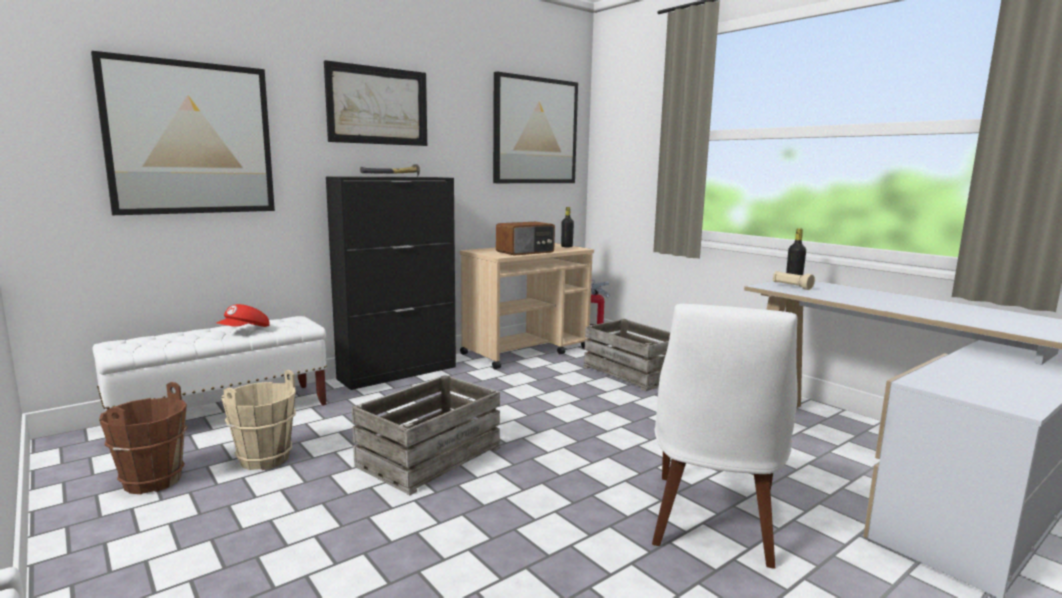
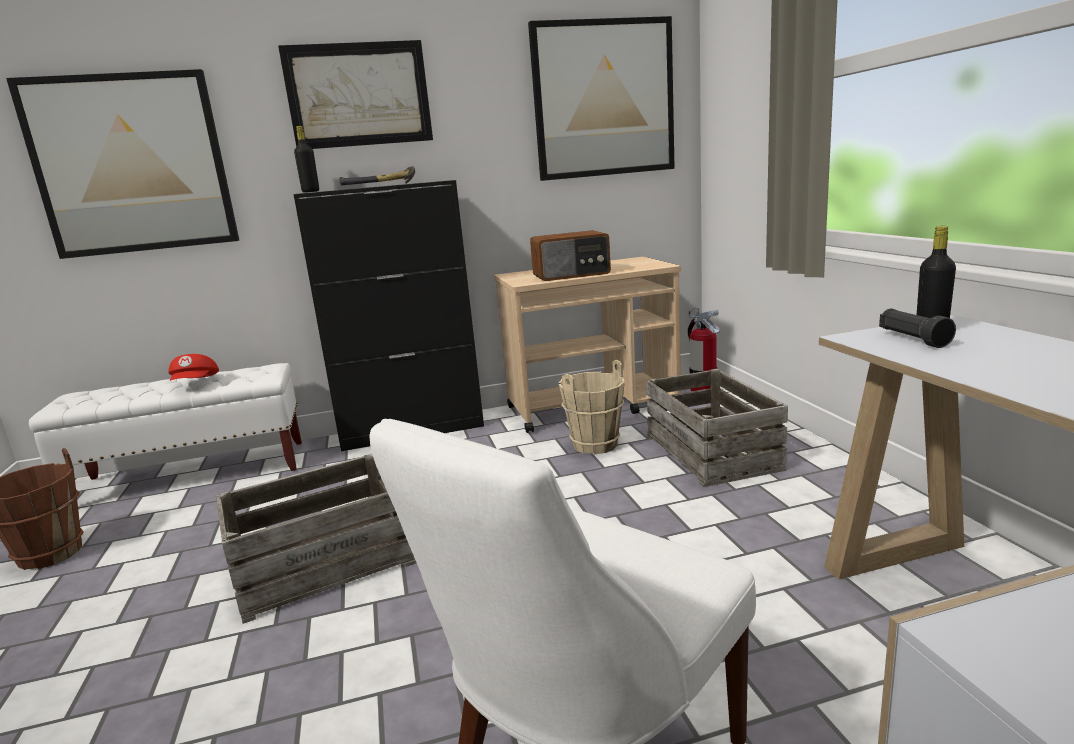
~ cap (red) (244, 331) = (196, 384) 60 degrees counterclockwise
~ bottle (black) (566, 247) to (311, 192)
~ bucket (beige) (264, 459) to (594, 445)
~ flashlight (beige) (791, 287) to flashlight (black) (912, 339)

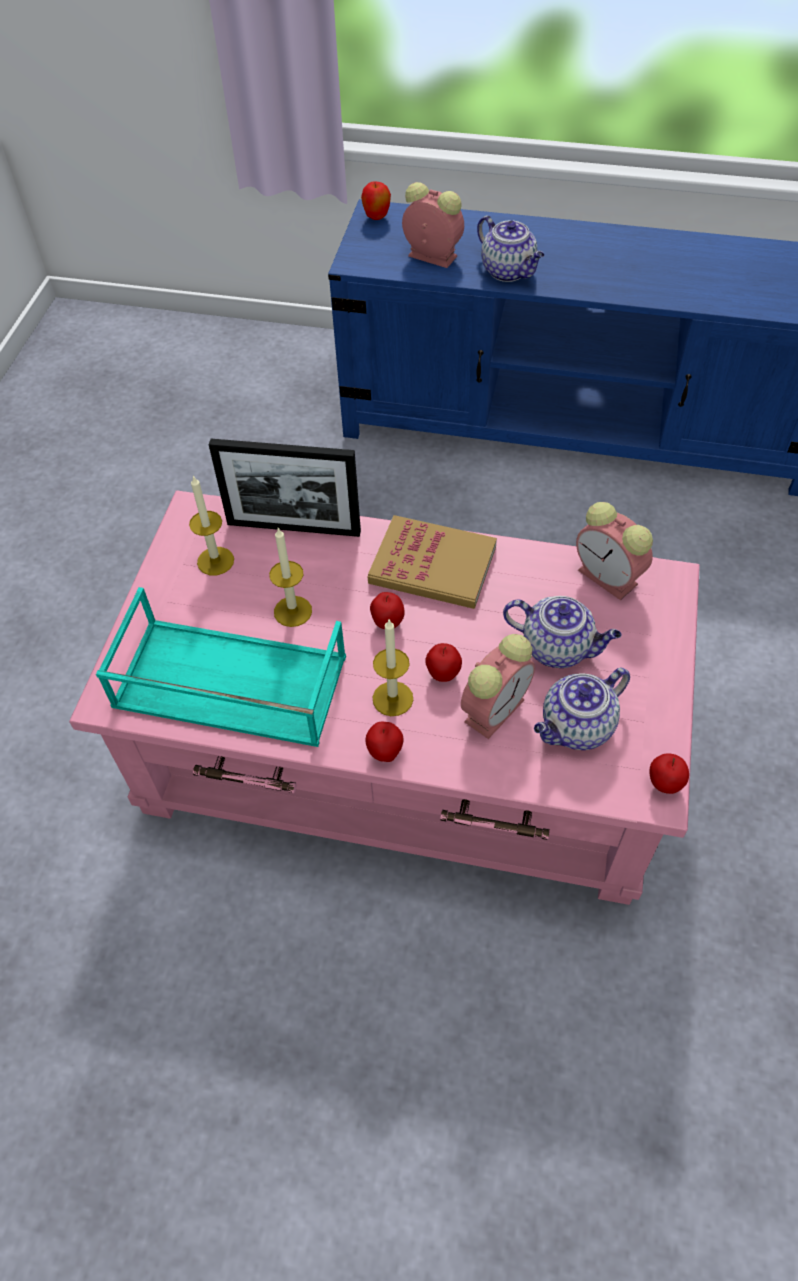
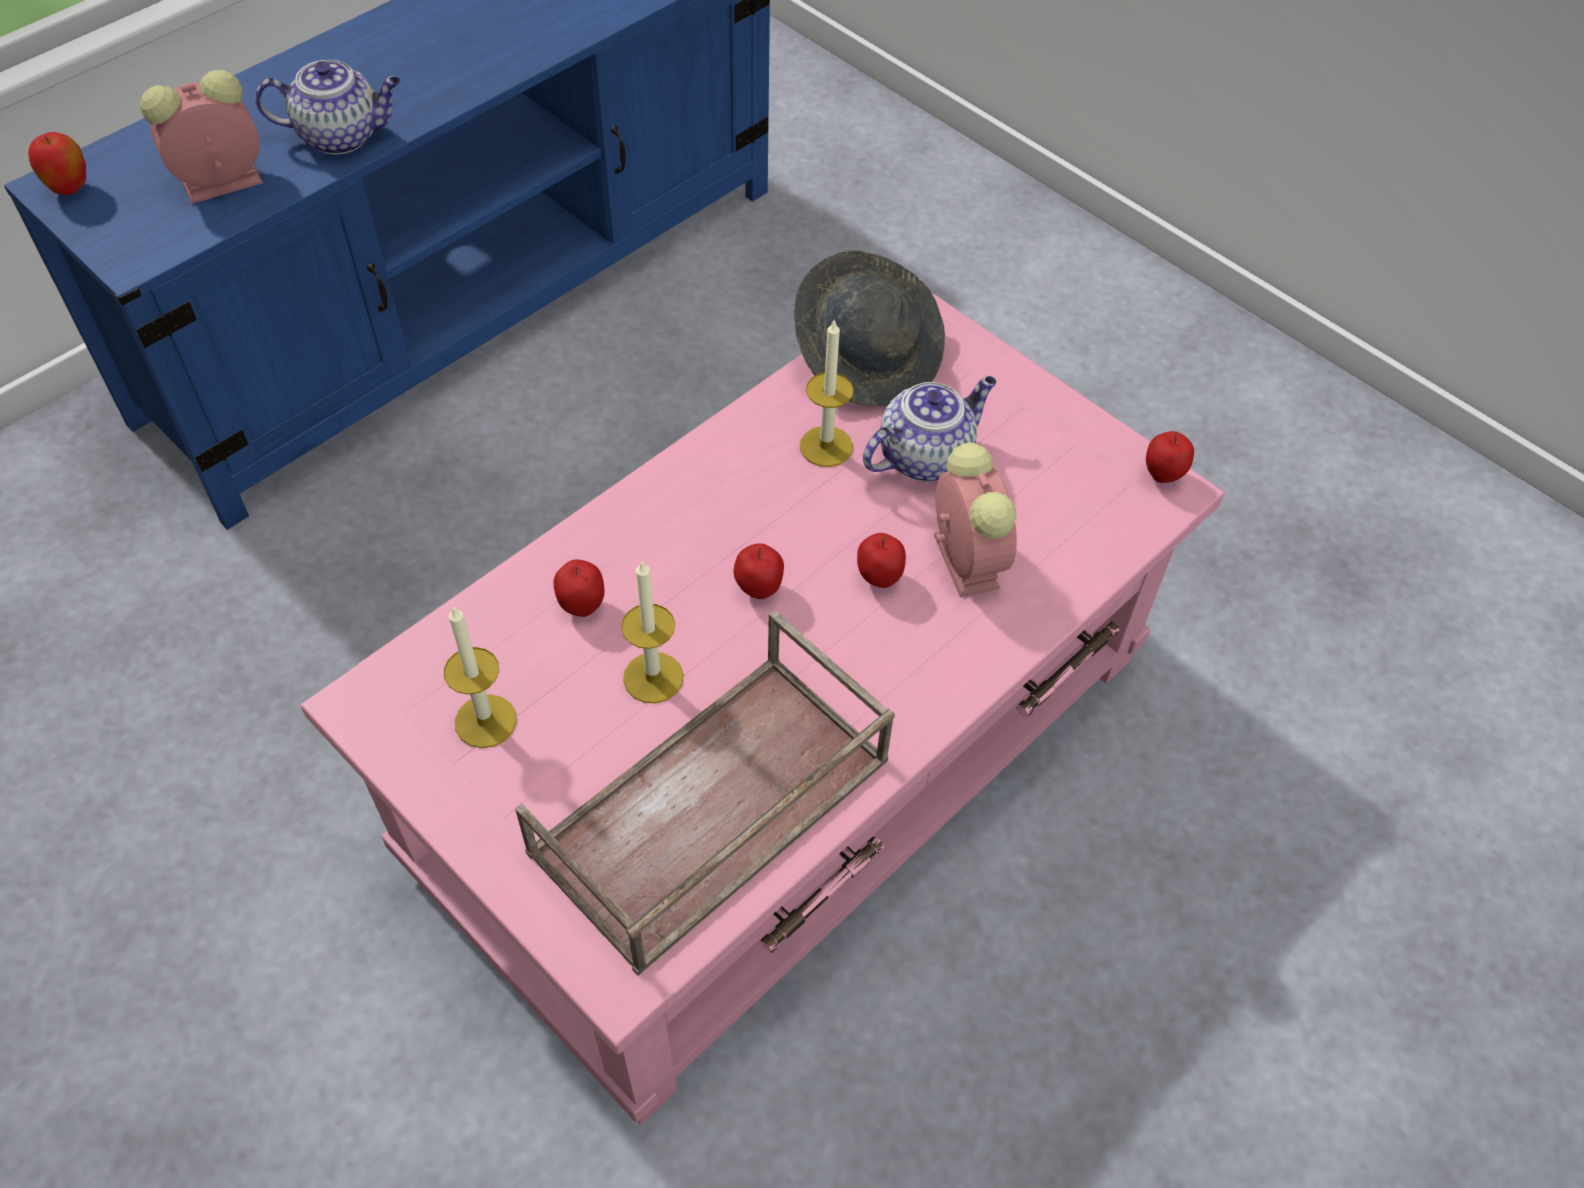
~ tray (turquoise) (227, 683) to tray (brown) (711, 811)
~ apple (385, 753) to (582, 606)
~ alarm clock (610, 578) to hat (grey) (868, 356)
~ candle (392, 698) to (826, 446)
- picture frame (293, 528)
- book (432, 565)
- teapot (576, 728)

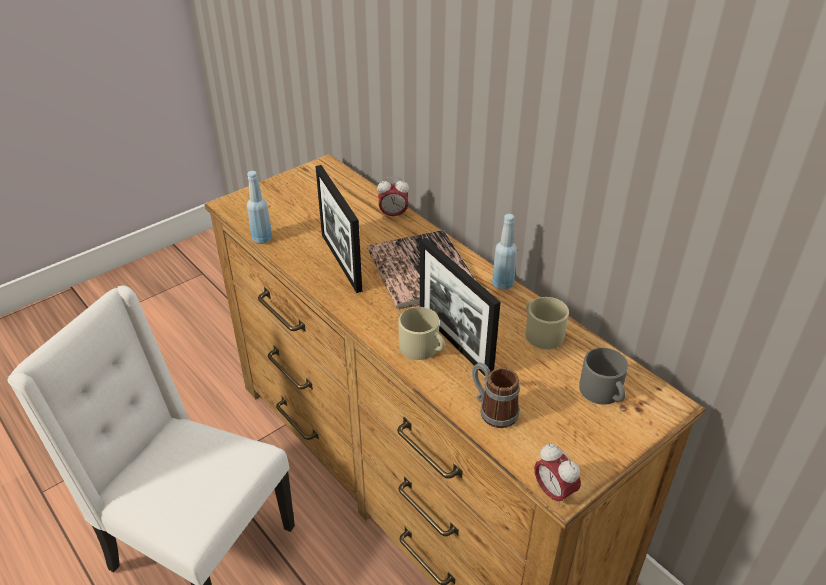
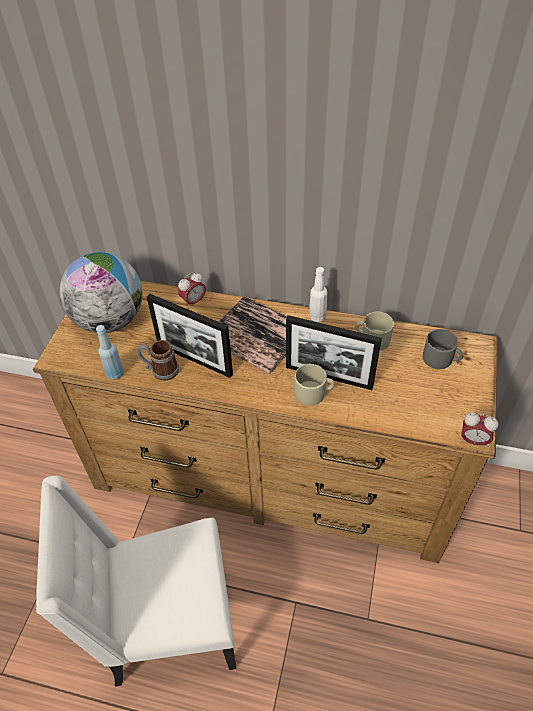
+ globe (110, 320)
~ mug (492, 409) to (160, 370)
~ bottle (blue) (502, 284) to bottle (white) (317, 316)

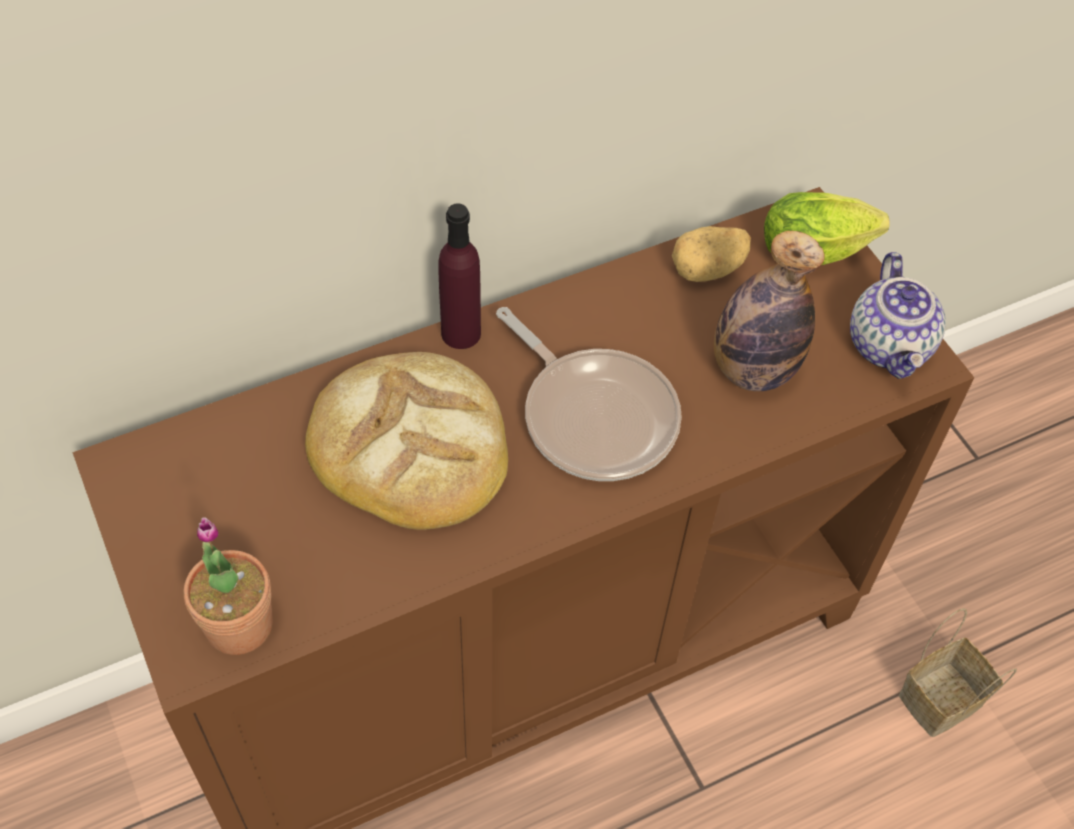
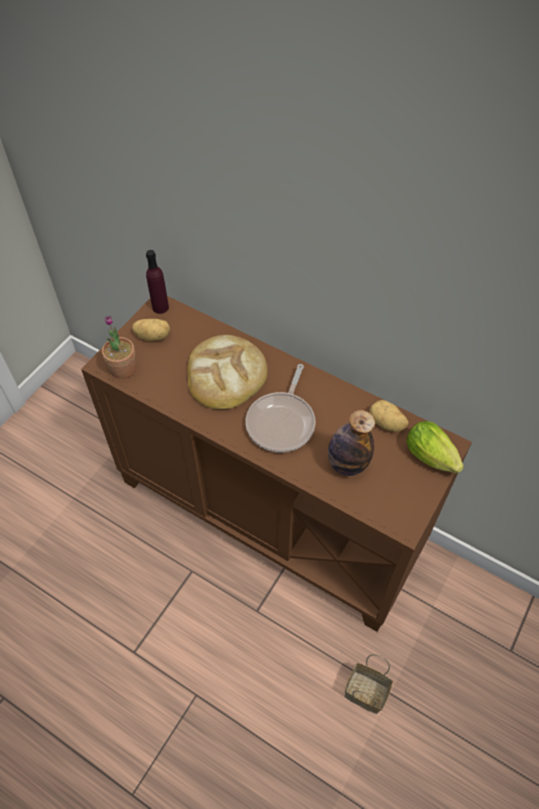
+ potato (153, 336)
~ bottle (purple) (461, 333) to (160, 307)
- teapot (890, 346)

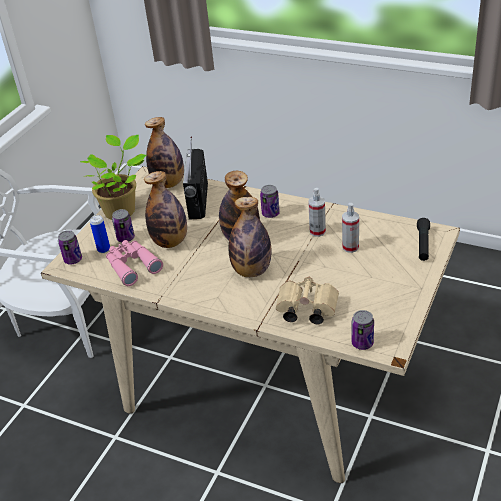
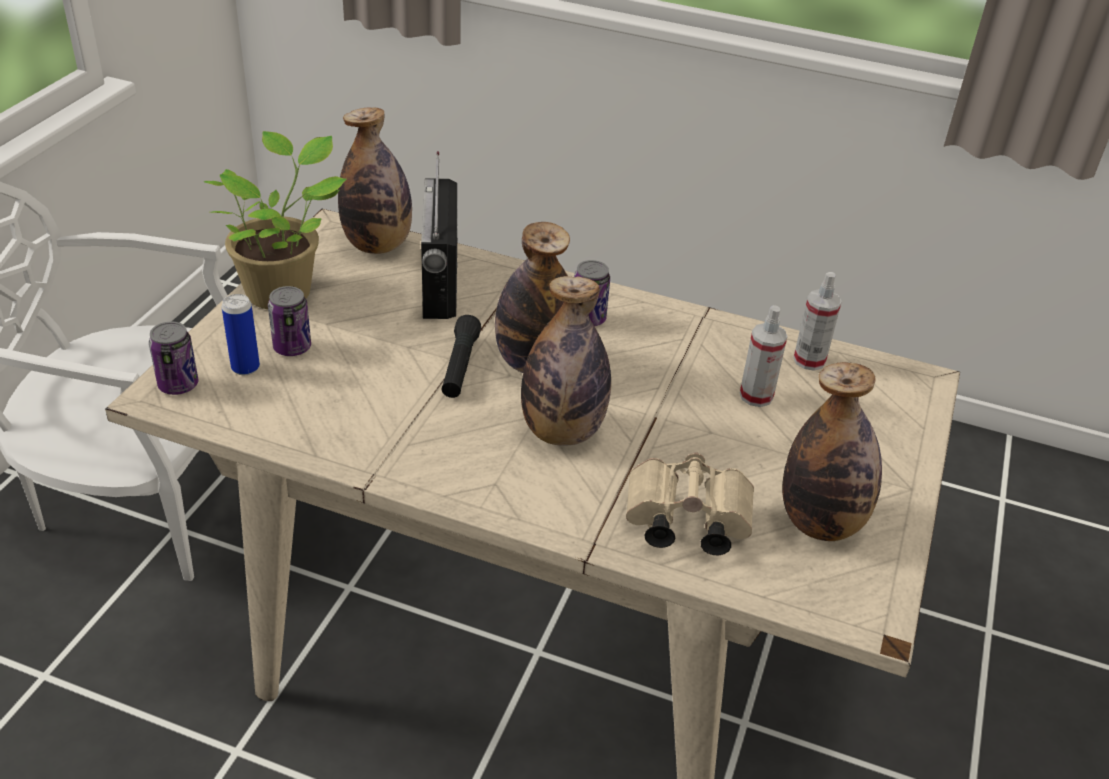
~ flashlight (black) (423, 244) to (460, 366)
~ bottle (170, 242) to (820, 523)
~ spray bottle (317, 231) to (809, 360)
- binoculars (pink) (132, 265)
- can (362, 343)

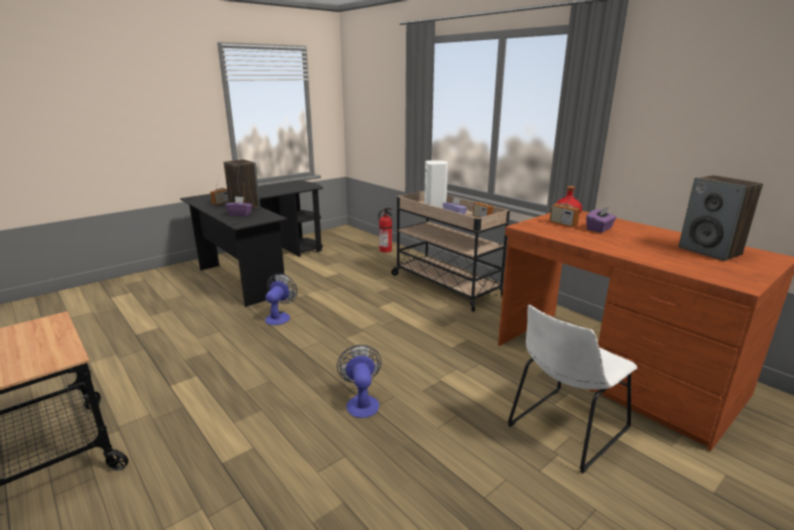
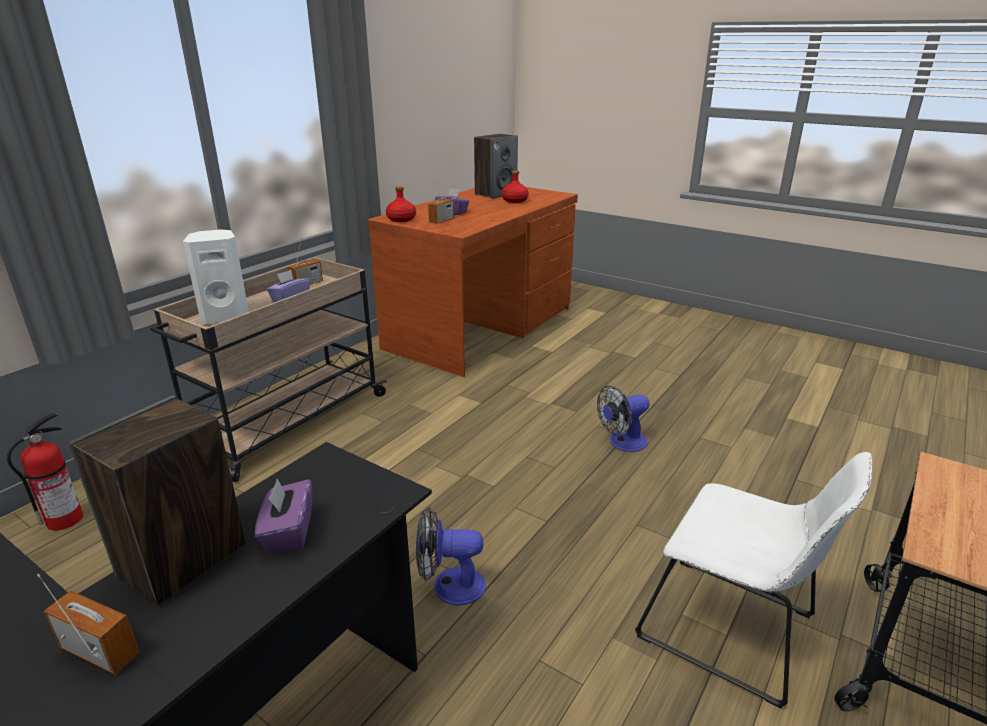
+ bottle (red) (514, 201)
~ chair (white) (565, 429) to (733, 630)

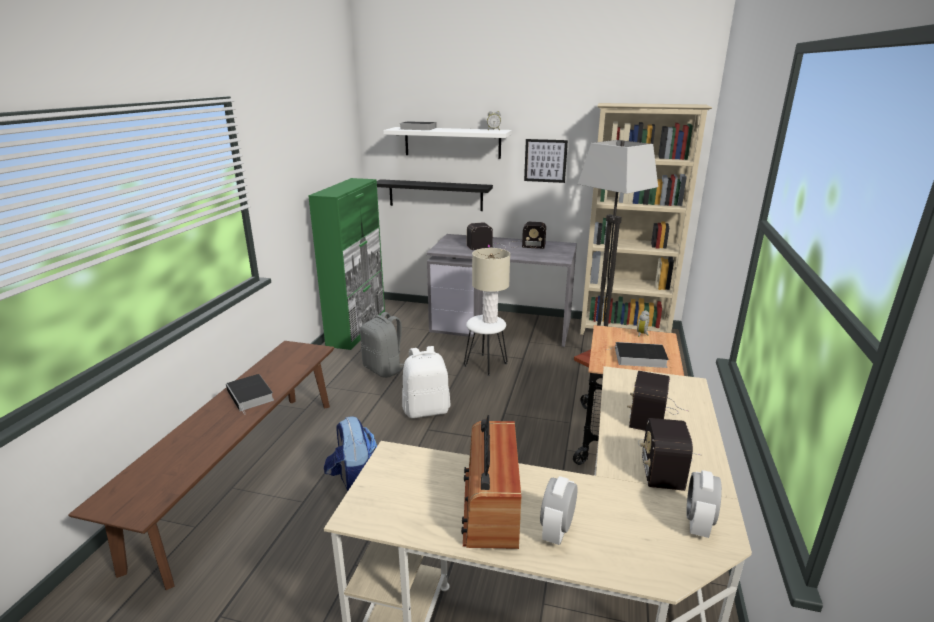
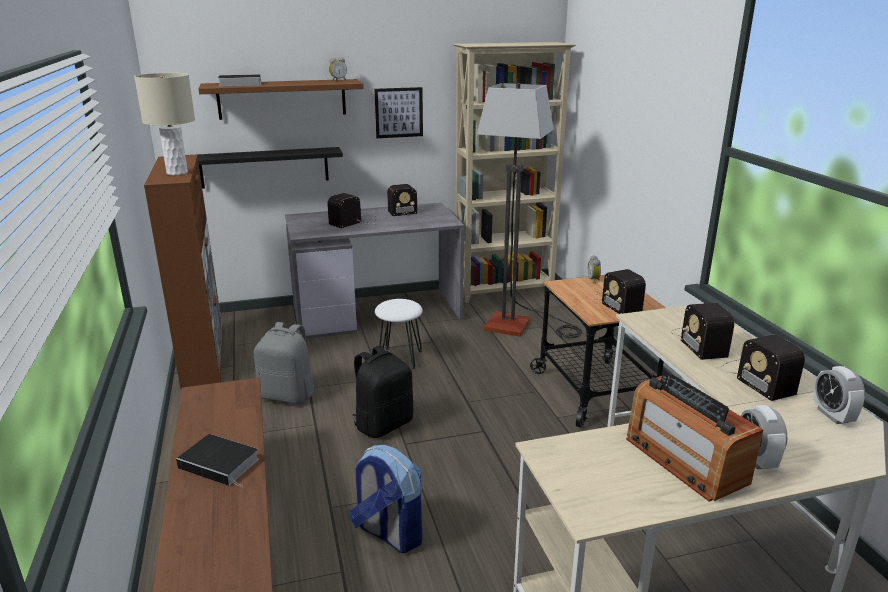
~ table lamp (beige) (490, 320) to (177, 173)
~ cabinet (green) (357, 329) to cabinet (brown) (204, 358)
~ shelf (white) (452, 142) to shelf (brown) (282, 99)
~ backpack (white) (426, 410) to backpack (black) (383, 424)
~ book (638, 358) to radio (616, 302)

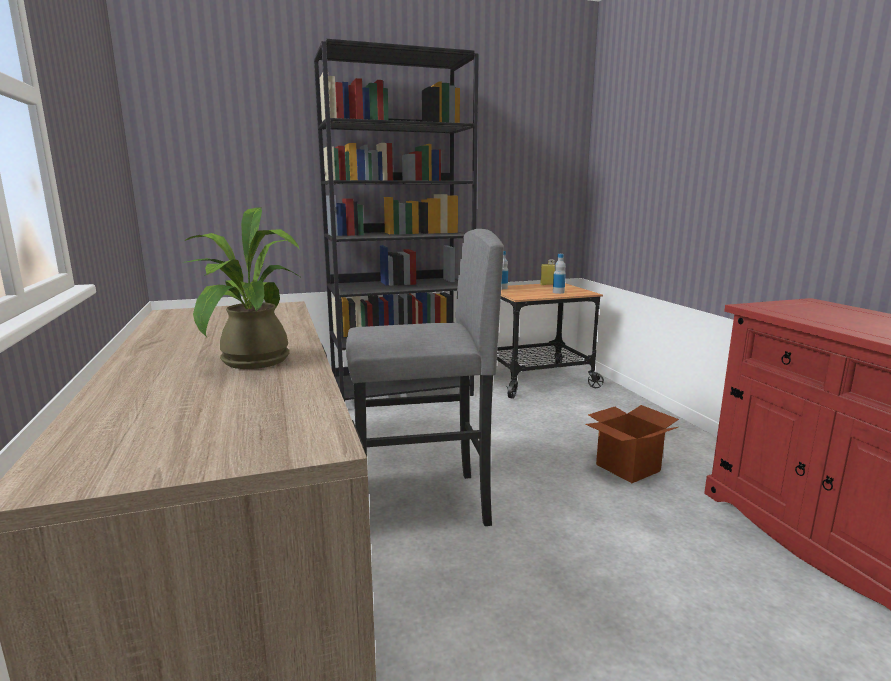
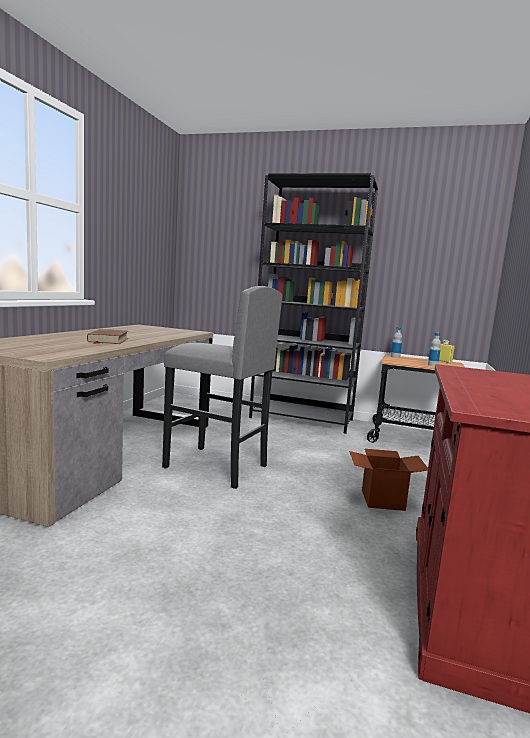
~ potted plant (250, 363) to book (brown) (108, 340)

